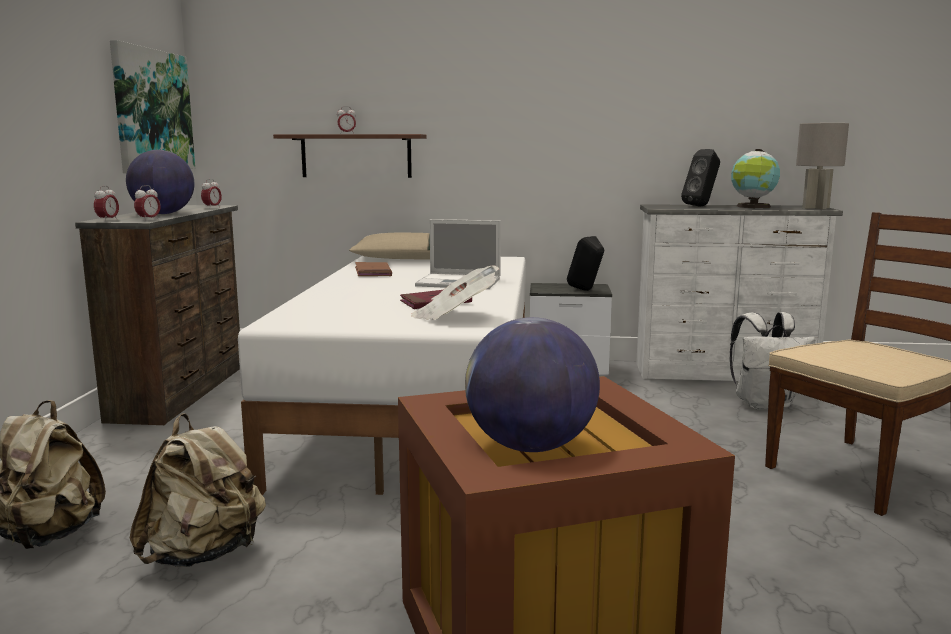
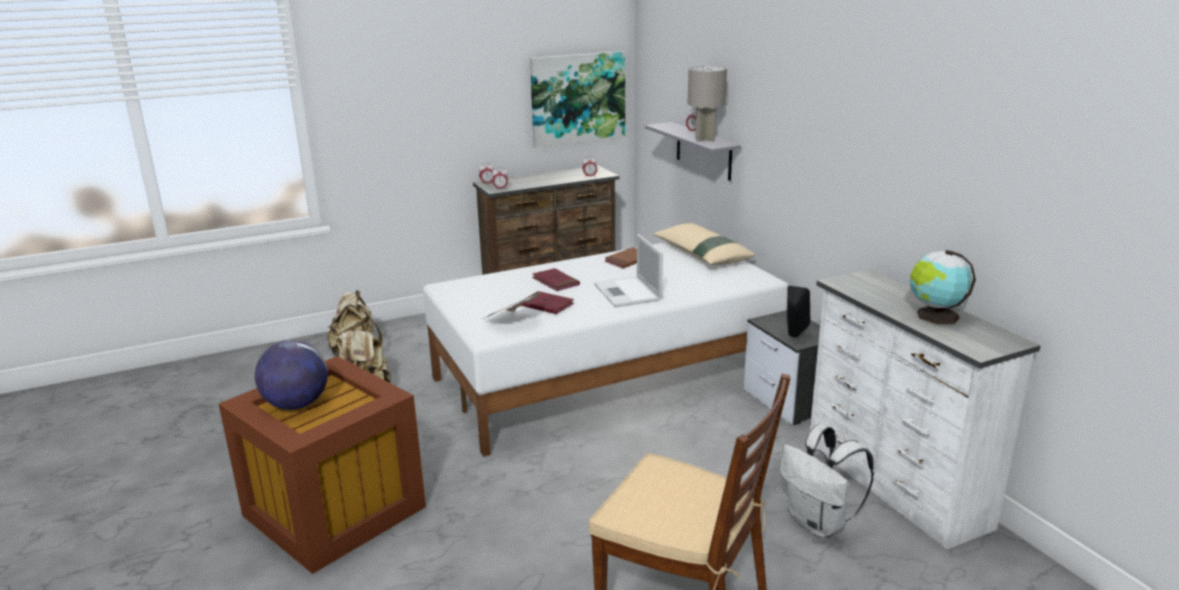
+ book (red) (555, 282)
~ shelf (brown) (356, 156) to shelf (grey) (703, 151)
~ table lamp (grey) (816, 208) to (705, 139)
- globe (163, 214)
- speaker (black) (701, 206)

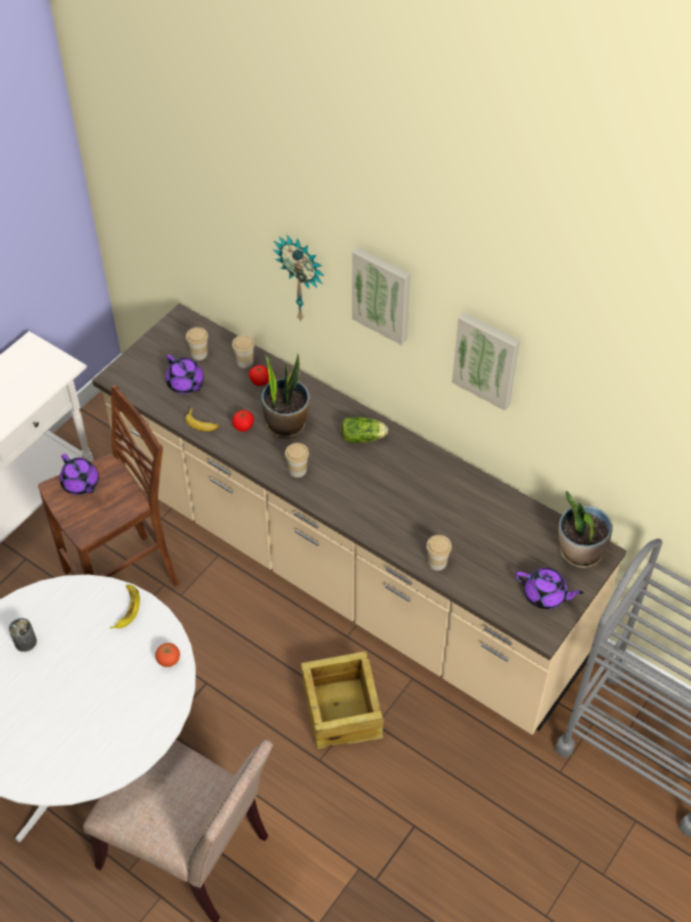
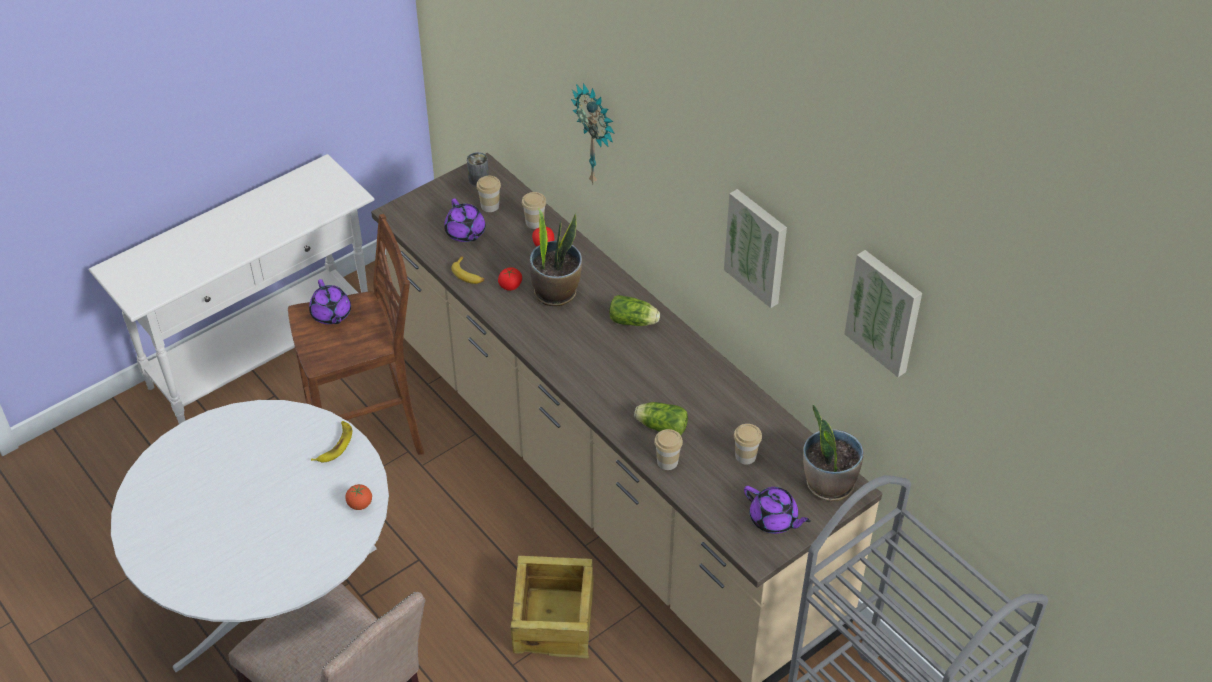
~ can (25, 642) to (478, 179)
+ lettuce (660, 426)
~ cup (297, 470) to (745, 456)
~ picture (382, 294) to (885, 311)

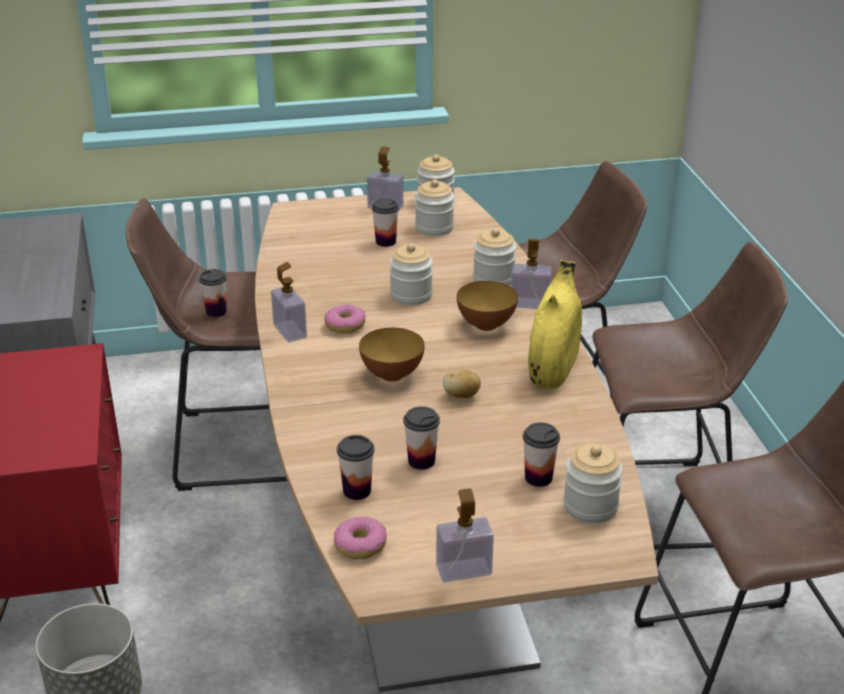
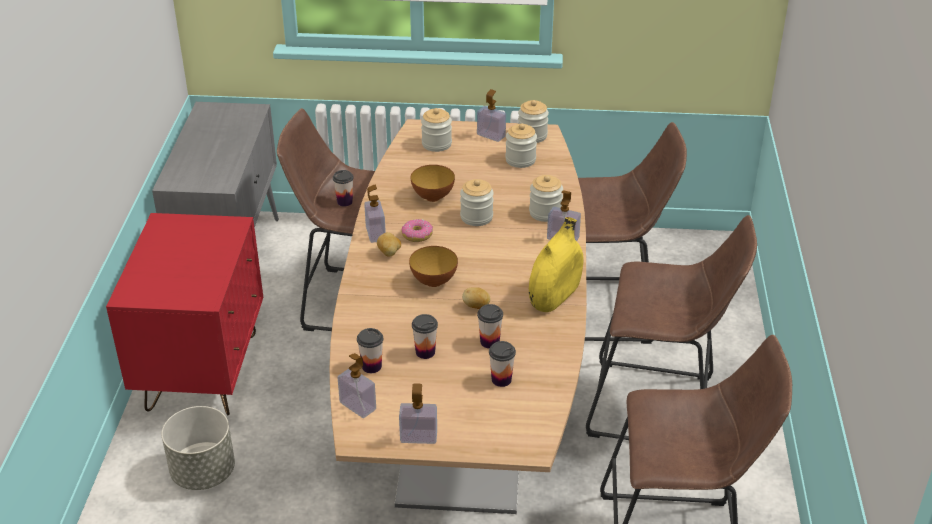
~ donut (360, 545) to soap dispenser (358, 406)
+ potato (389, 253)
~ bowl (486, 325) to (433, 197)
~ jar (590, 506) to (436, 144)
~ cup (385, 242) to (489, 342)

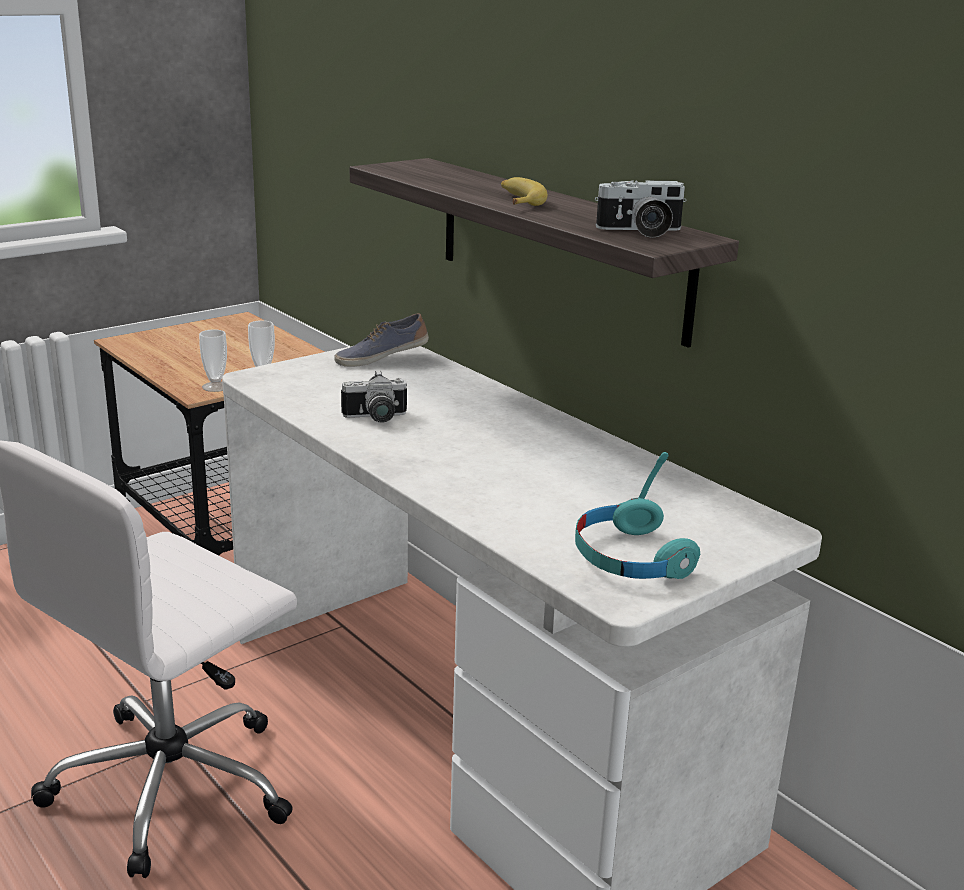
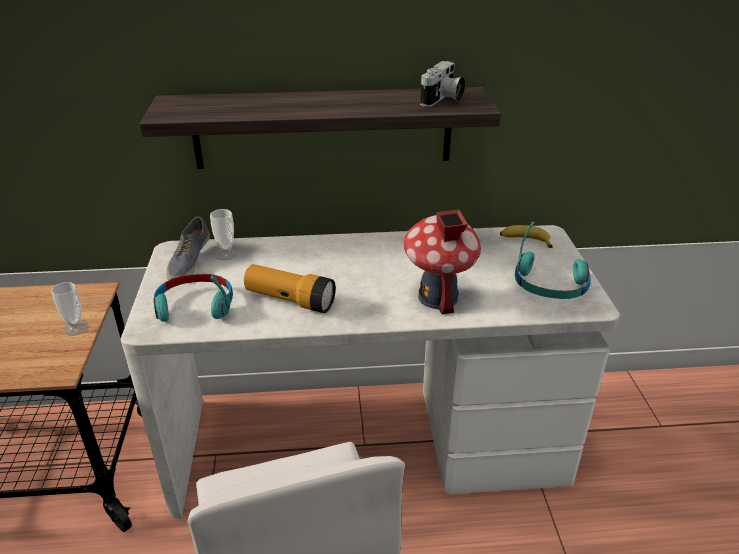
+ headphones (turquoise) (195, 306)
~ cup (215, 387) to (226, 254)
~ photo camera (376, 418) to flashlight (290, 300)
+ toy house (438, 297)
~ banana (519, 200) to (524, 241)

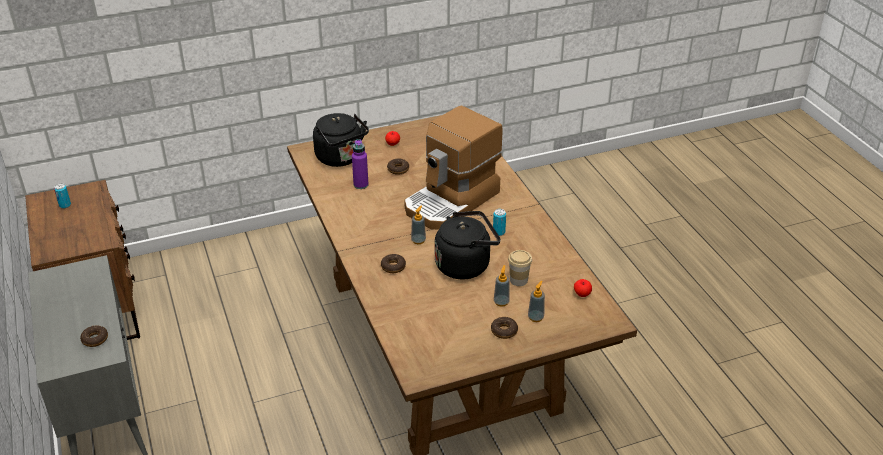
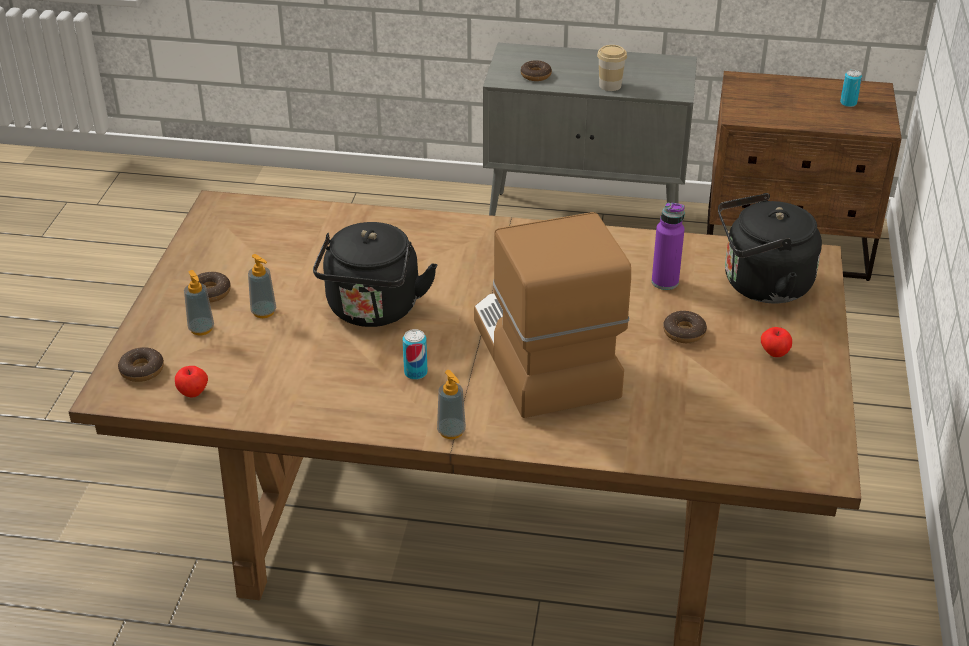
~ donut (393, 267) to (142, 370)
~ soap dispenser (418, 240) to (451, 431)
~ cup (518, 280) to (610, 85)

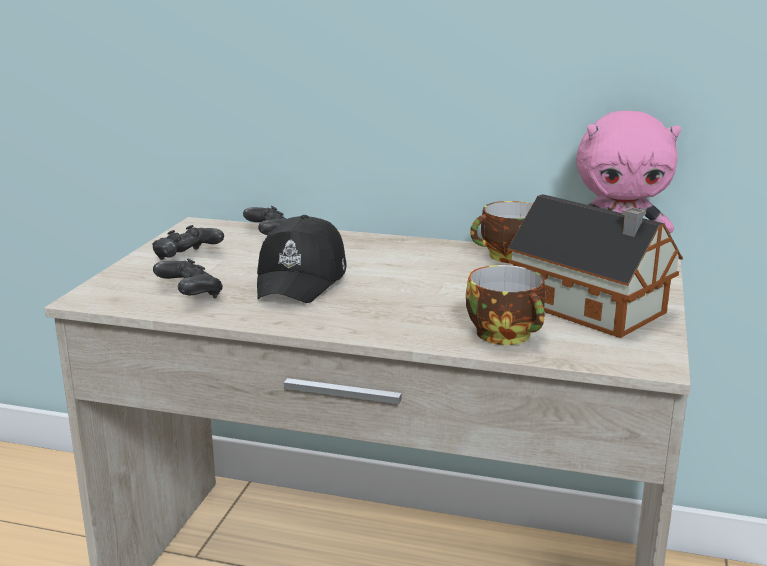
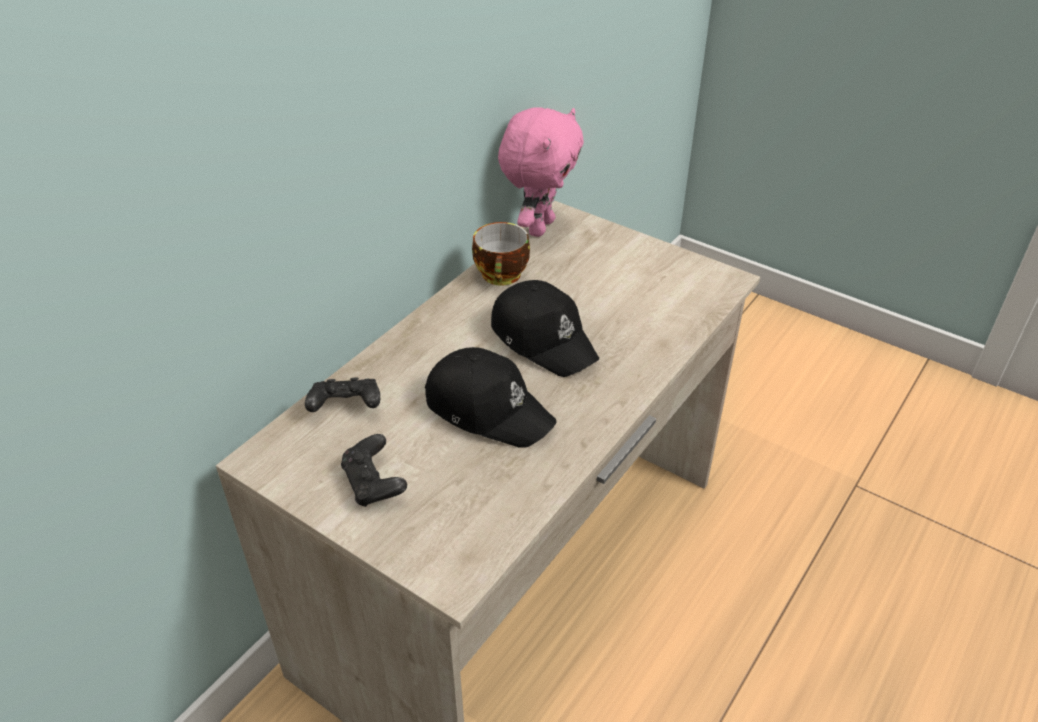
+ cap (black) (544, 338)
- game controller (black) (190, 295)
- cup (508, 335)
- toy house (592, 309)

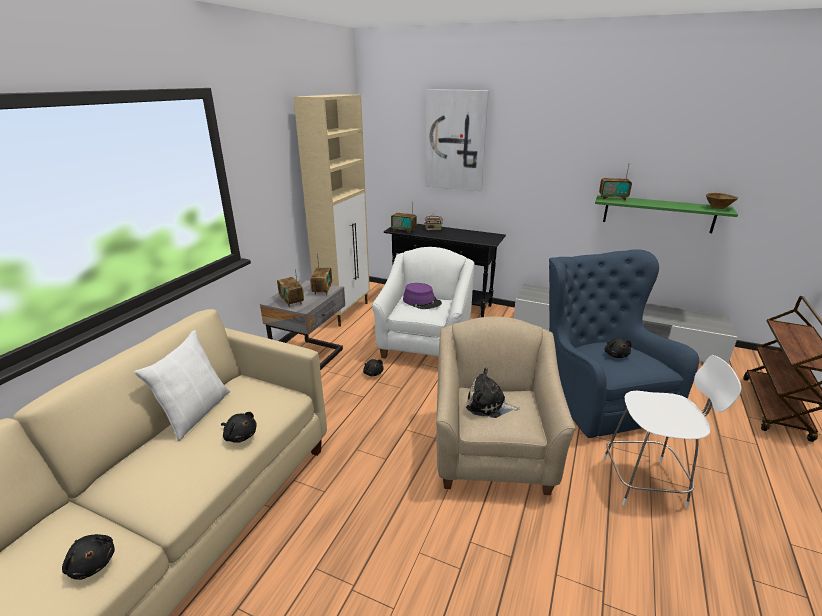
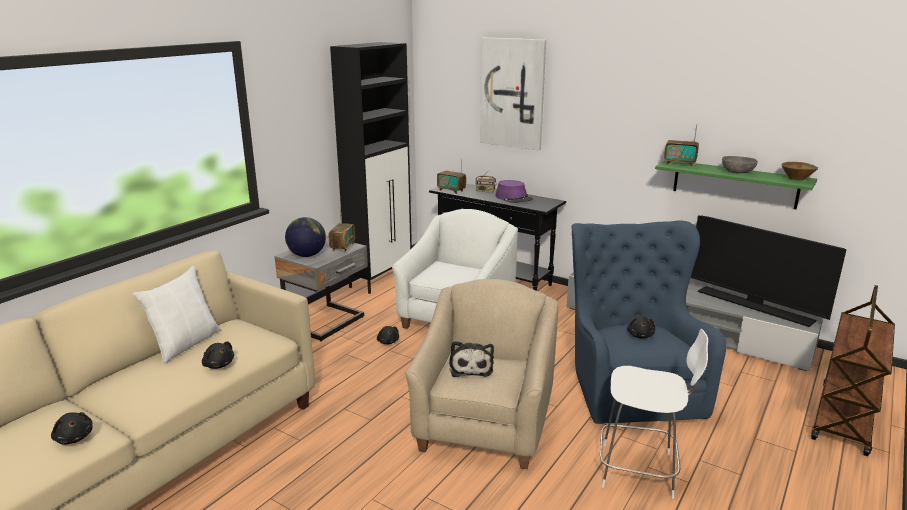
~ radio (291, 301) to globe (307, 255)
~ cabinet (beige) (345, 312) to cabinet (black) (380, 279)
~ plush toy (489, 405) = (471, 367) 120 degrees counterclockwise
~ hat (purple) (422, 301) to (514, 198)
+ television (754, 306)
+ bowl (grey) (737, 172)

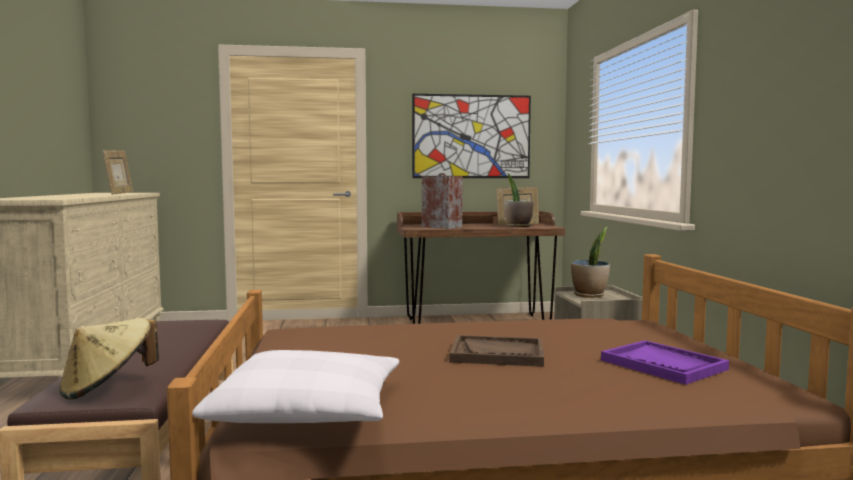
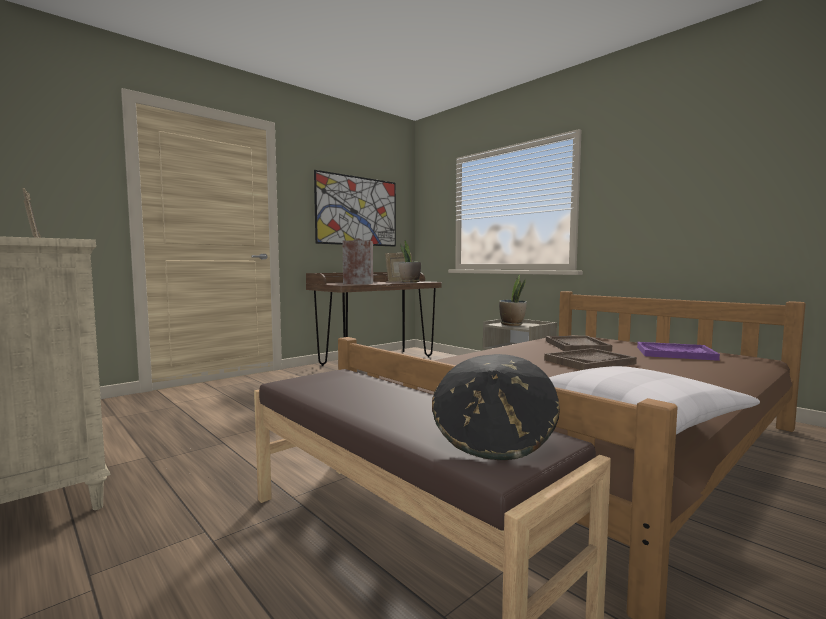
~ hat (beige) (108, 387) to hat (black) (494, 440)
+ tray (brown) (577, 346)

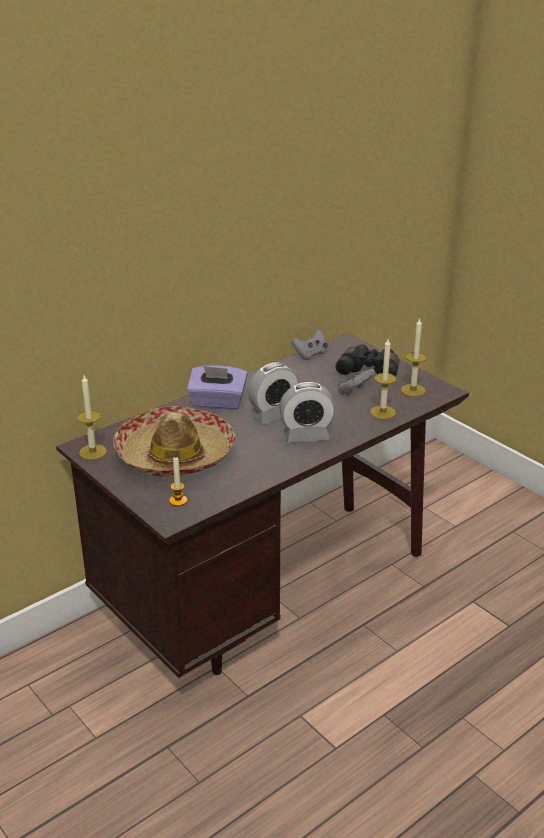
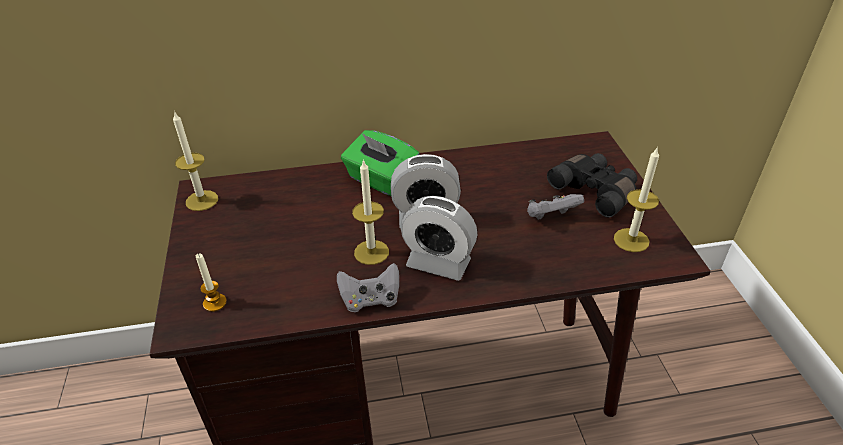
~ game controller (grey) (310, 354) to (370, 300)
~ tissue box (purple) (217, 403) to tissue box (green) (381, 180)
~ candle (382, 412) to (371, 252)
- hat (175, 455)

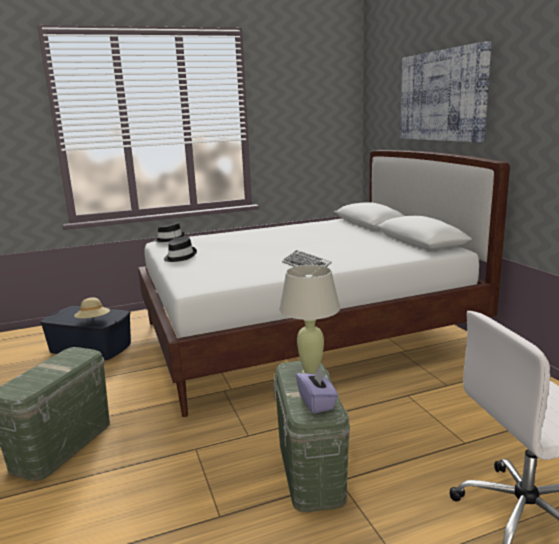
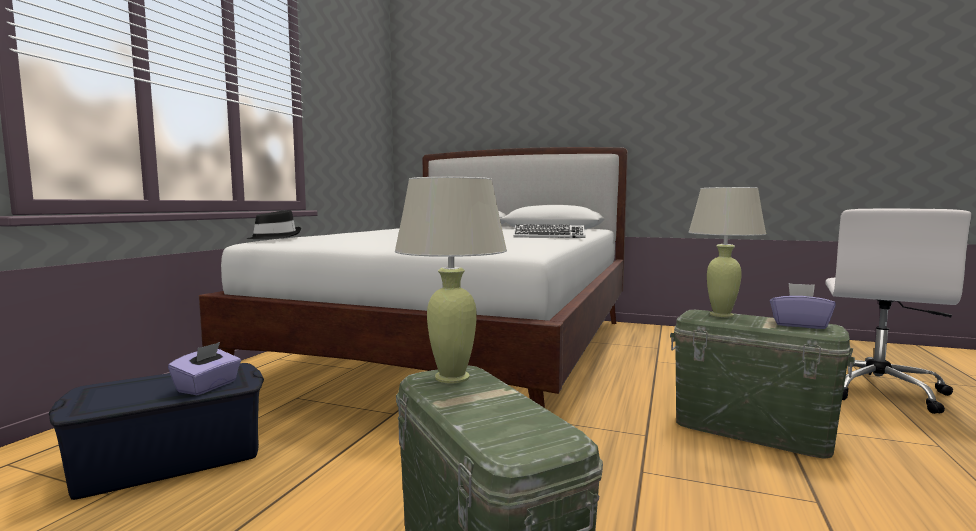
~ hat (beige) (93, 321) to tissue box (purple) (208, 387)
+ table lamp (beige) (452, 377)
- hat (black) (179, 257)
- picture (443, 96)

